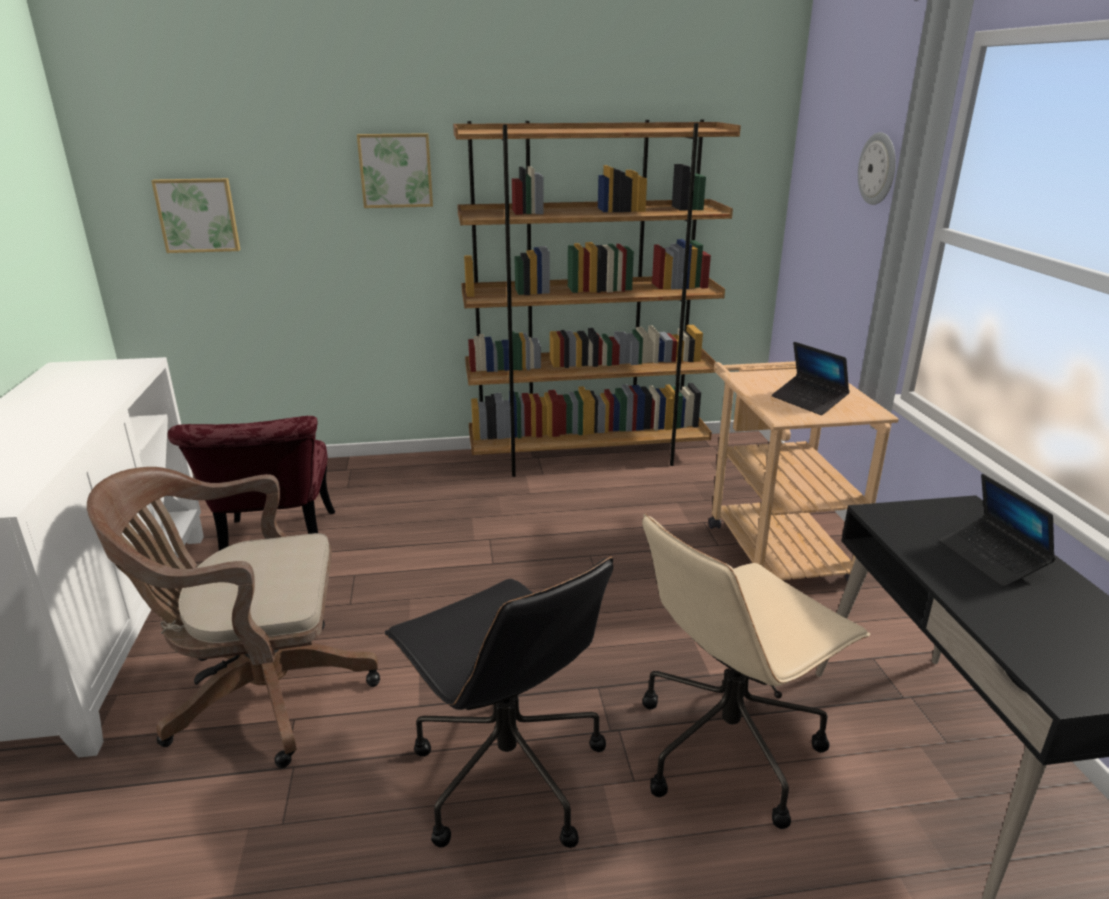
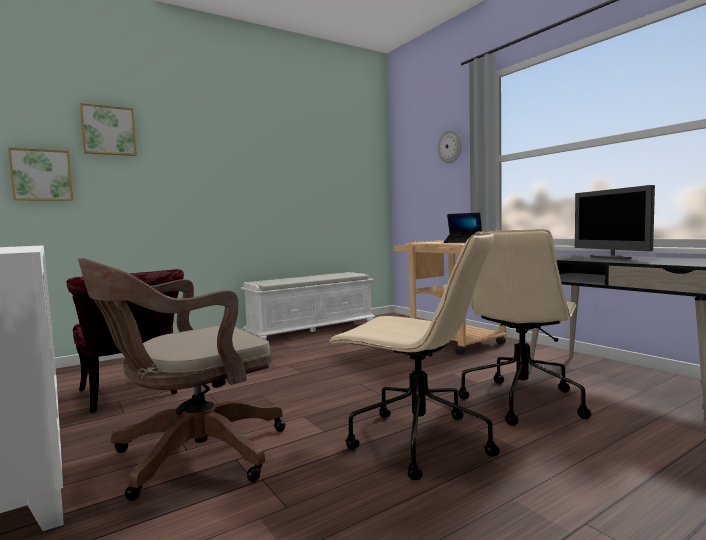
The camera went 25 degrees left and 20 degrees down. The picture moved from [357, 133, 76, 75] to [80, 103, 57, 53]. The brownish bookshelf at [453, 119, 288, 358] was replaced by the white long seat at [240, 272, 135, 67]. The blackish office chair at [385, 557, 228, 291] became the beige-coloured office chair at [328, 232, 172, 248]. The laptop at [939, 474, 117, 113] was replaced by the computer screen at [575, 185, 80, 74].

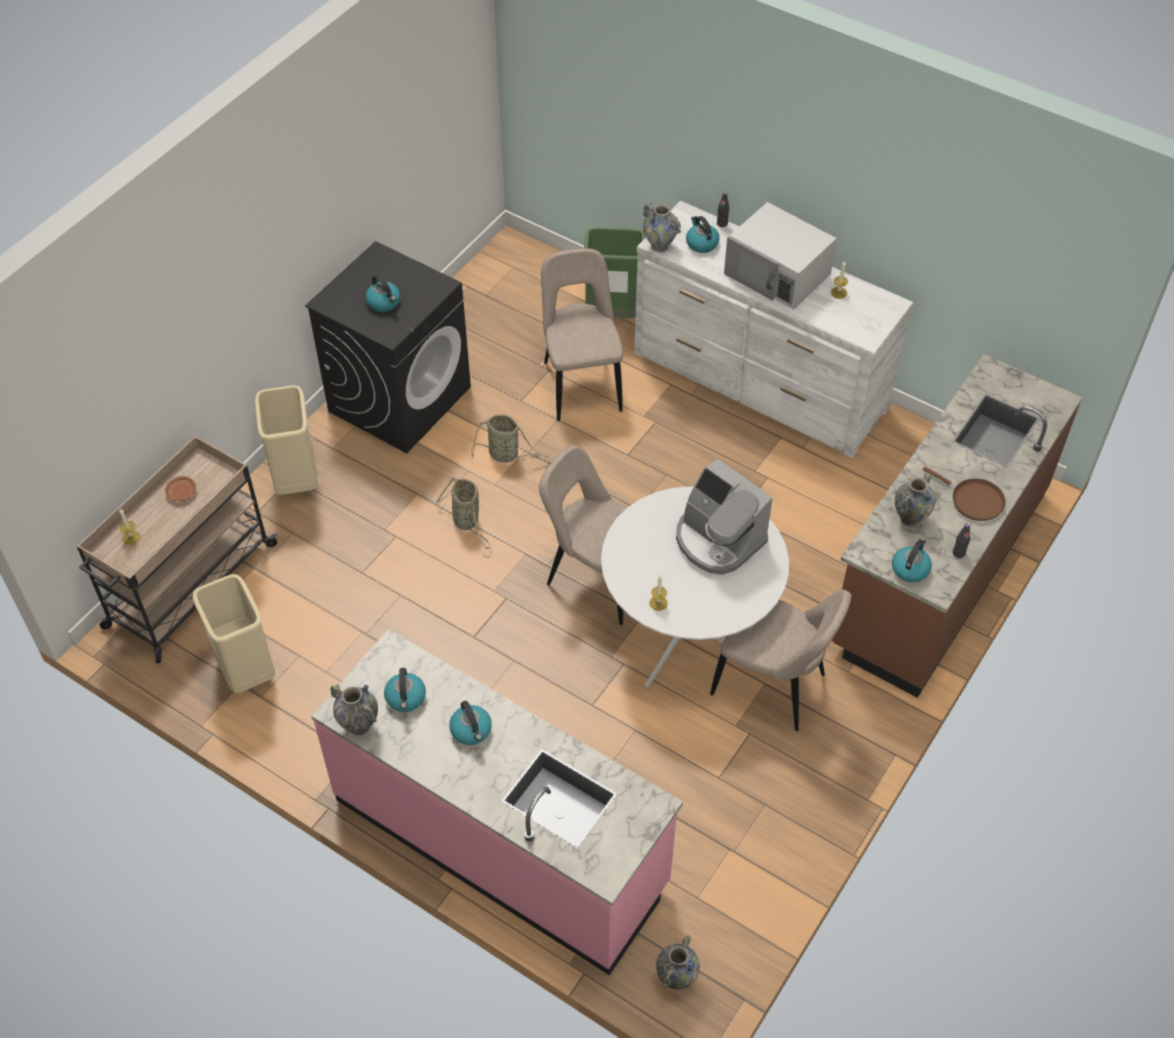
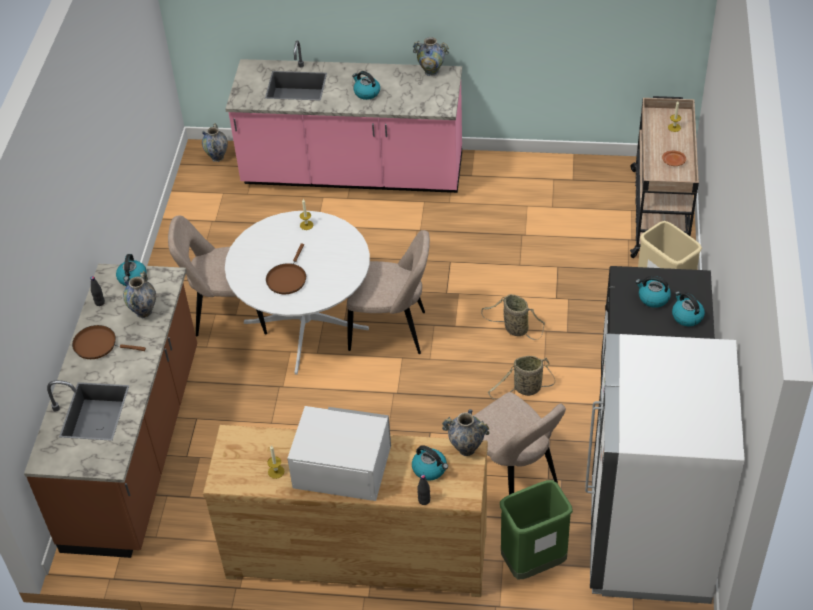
The camera went 155 degrees right and 5 degrees down. The white dresser at [634, 201, 280, 257] became the brownish dresser at [203, 425, 285, 172]. The coffee maker at [676, 459, 97, 116] was replaced by the brownish skillet at [266, 243, 40, 51]. The white kitchen fridge at [585, 333, 160, 271] appeared. The tea kettle moved from [384, 668, 42, 44] to [672, 292, 33, 34]. The beige-coloured trash can at [193, 574, 82, 119] disappeared.

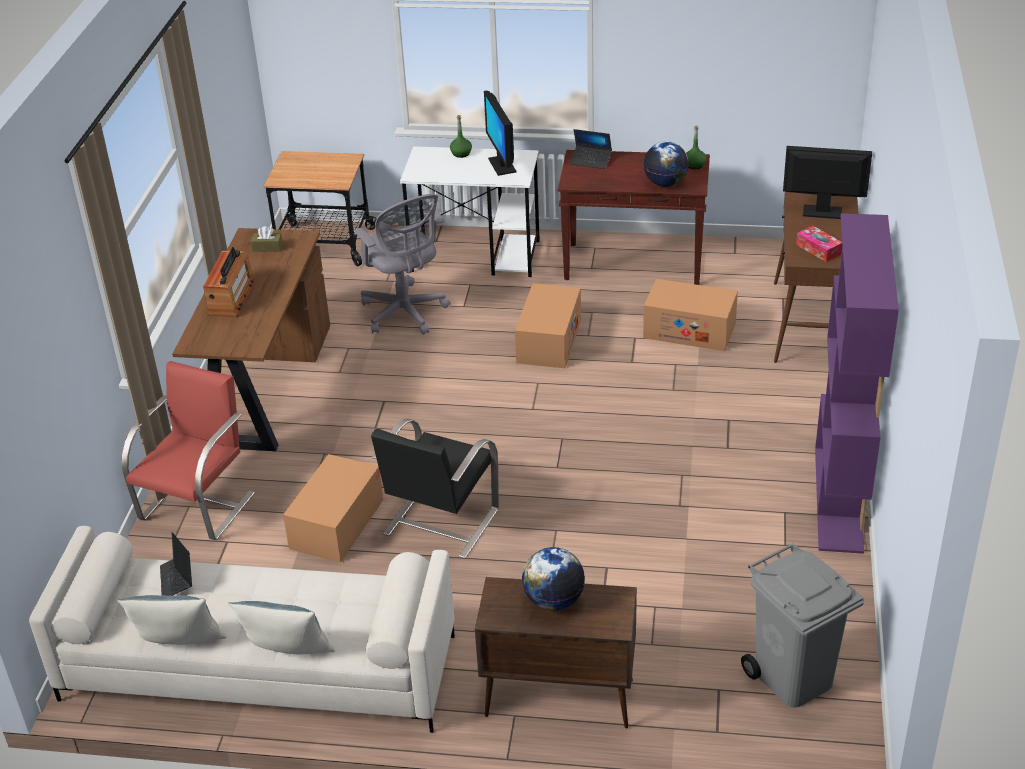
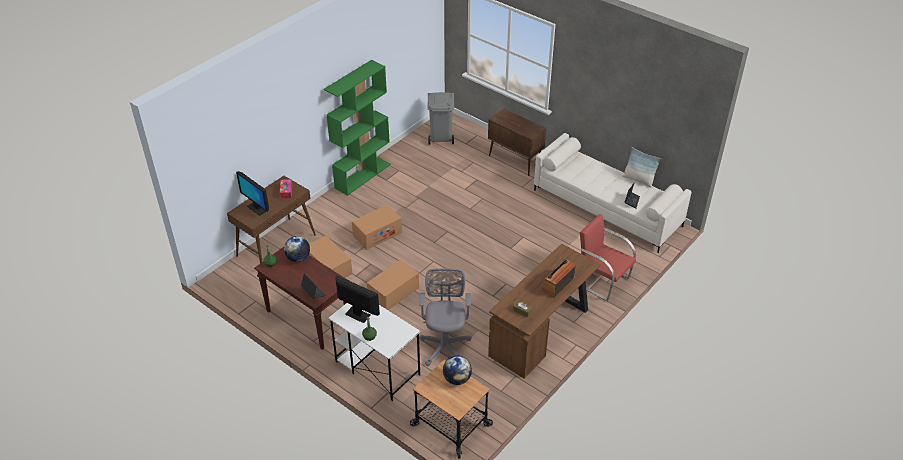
The camera went 150 degrees left and 5 degrees up. The purple-coloured bookshelf at [815, 213, 84, 341] became the green bookshelf at [324, 60, 67, 136]. The computer screen at [484, 91, 32, 85] turned 75 degrees counterclockwise. The carton moved from [283, 454, 100, 109] to [352, 205, 50, 45]. The desk globe moved from [522, 547, 63, 64] to [443, 356, 29, 29]. The red-coloured plain chair at [122, 361, 133, 179] turned 75 degrees clockwise. The throw pillow at [228, 601, 107, 53] disappeared. The blackish plain chair at [371, 418, 128, 141] disappeared.

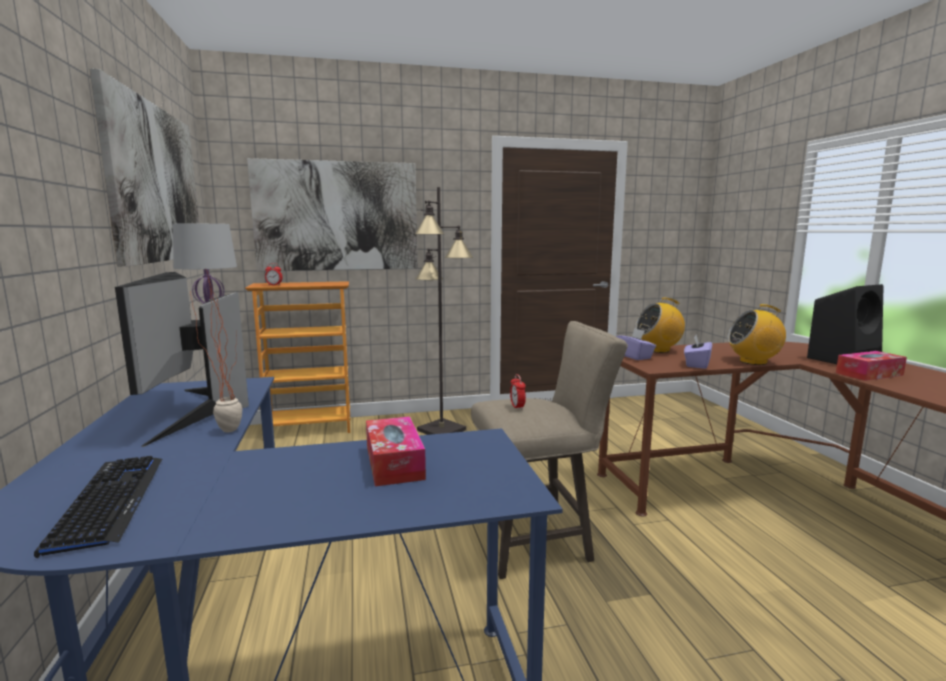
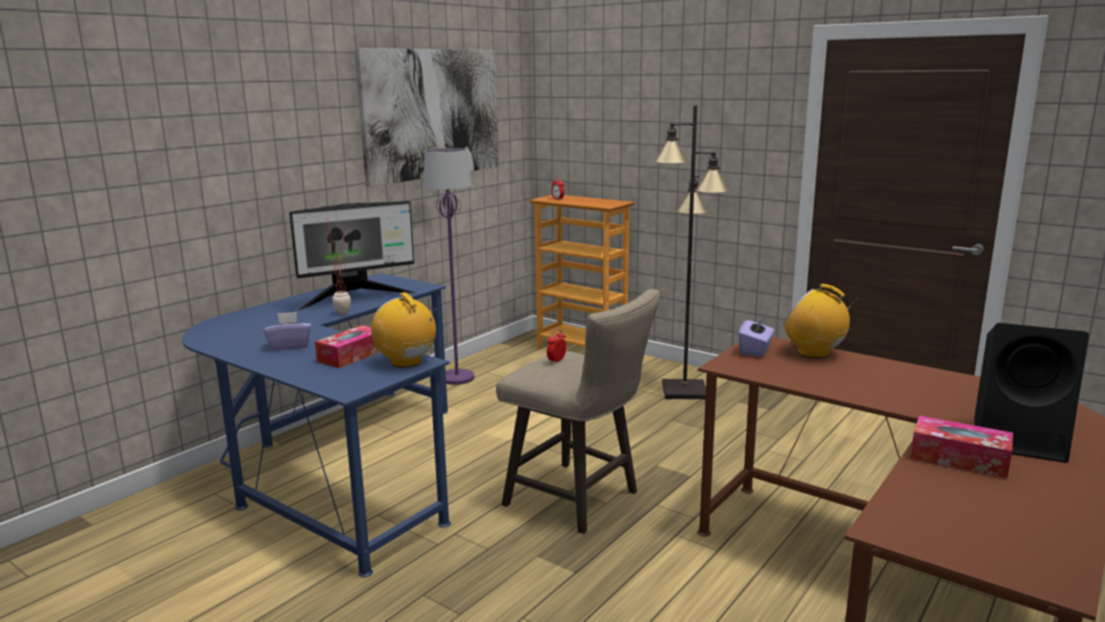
The camera went 50 degrees right and 5 degrees up. The purple-coloured tissue holder moved from [684, 335, 28, 34] to [264, 312, 47, 38]. The computer screen at [115, 272, 134, 175] turned 150 degrees counterclockwise. The radio receiver moved from [728, 304, 58, 61] to [371, 292, 65, 76]. The PC keyboard at [34, 456, 128, 103] disappeared. The picture at [247, 158, 171, 113] disappeared.

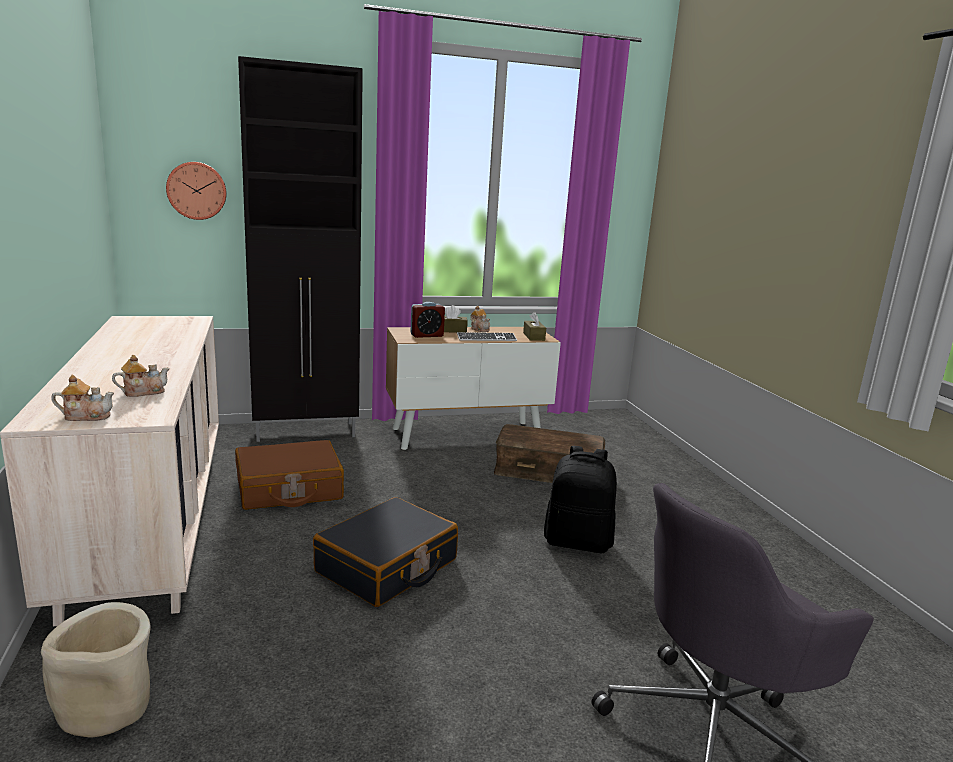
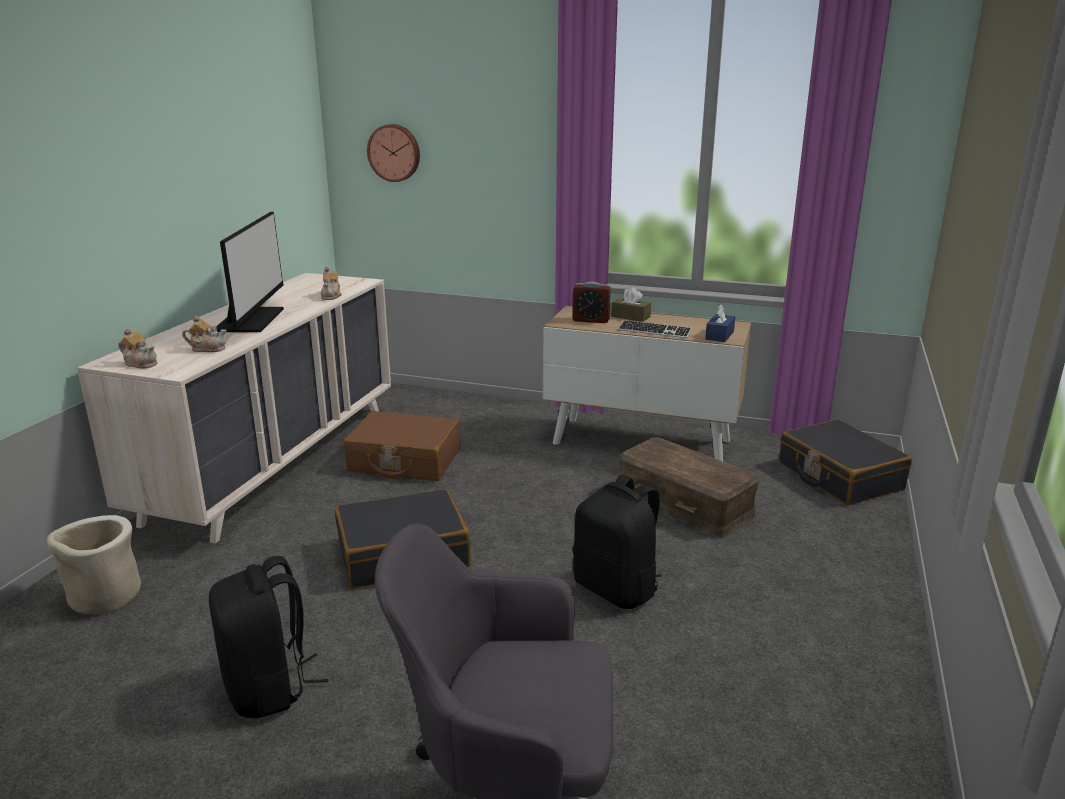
The camera went 35 degrees right and 5 degrees up. The blackish knapsack at [209, 556, 119, 162] appeared. The computer screen at [216, 212, 68, 120] appeared. The teapot moved from [470, 306, 20, 26] to [321, 267, 21, 33]. The brownish tissue holder at [523, 312, 23, 29] became the bluish tissue holder at [705, 304, 30, 38]. The blackish suitcase at [779, 419, 133, 86] appeared. The blackish cupboard at [238, 56, 125, 386] disappeared.

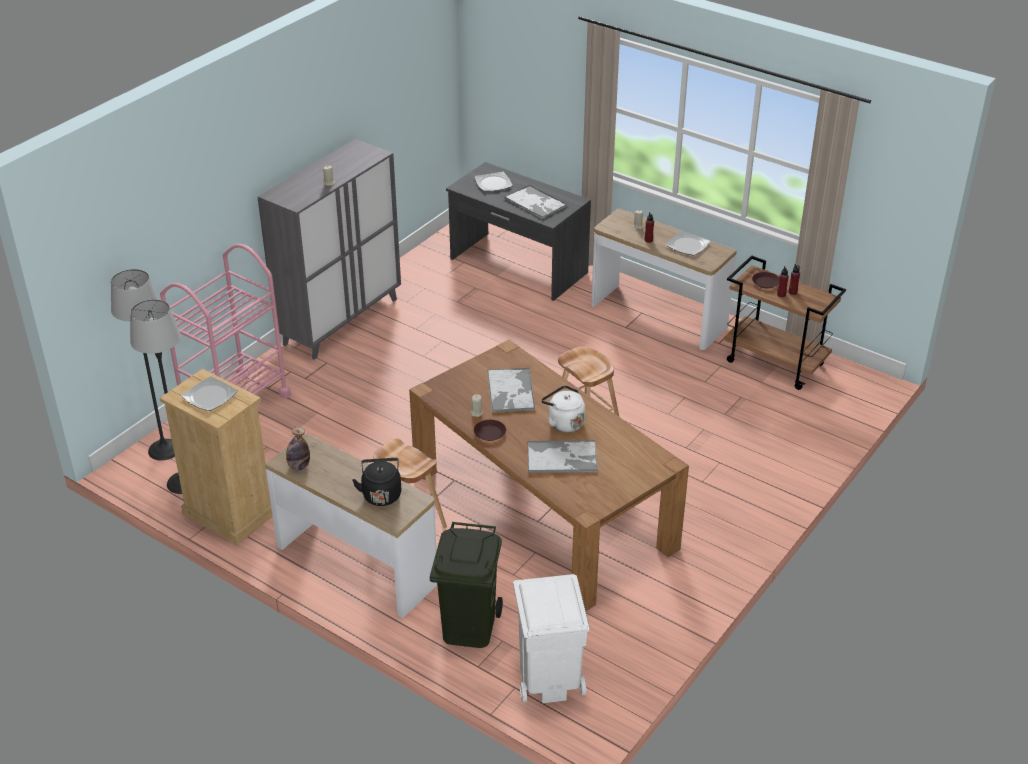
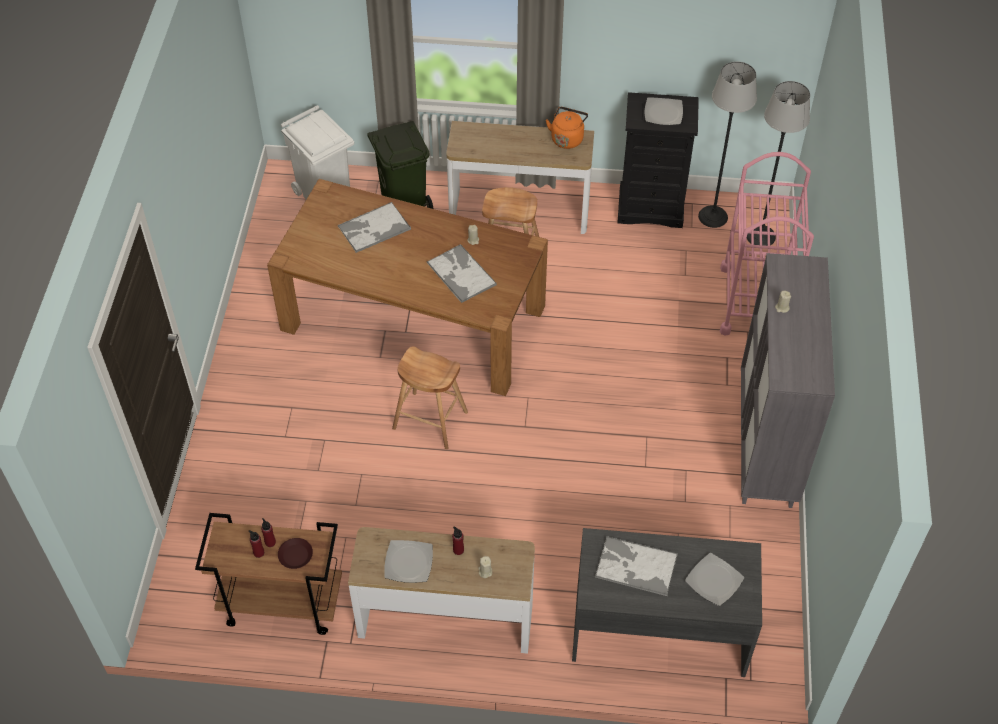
The camera went 150 degrees right and 15 degrees up. The bottle at [286, 427, 24, 43] was replaced by the orangey tea kettle at [546, 107, 42, 42]. The beige-coloured dresser at [160, 369, 113, 176] became the blackish dresser at [617, 92, 82, 136]. The blackish tea kettle at [352, 458, 49, 48] disappeared. The brownish flat dish at [474, 420, 32, 21] disappeared. The white tea kettle at [541, 385, 44, 47] disappeared.

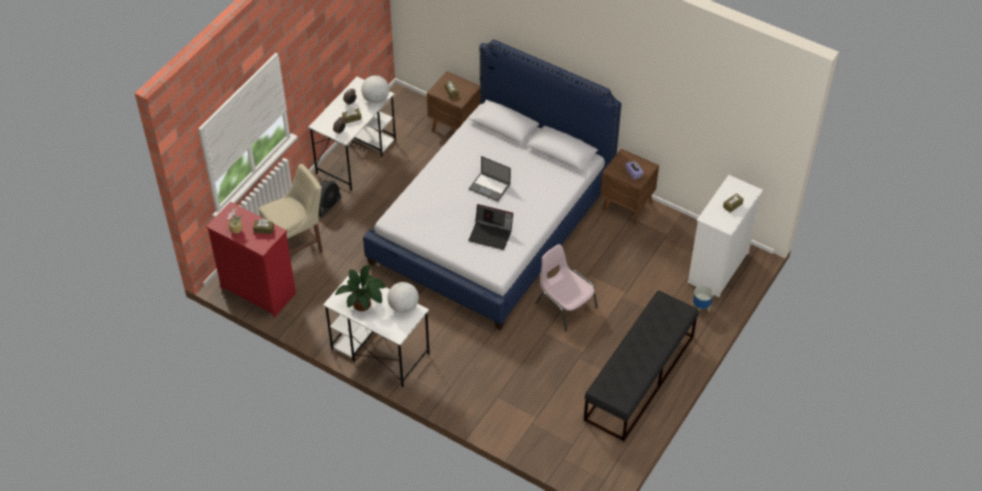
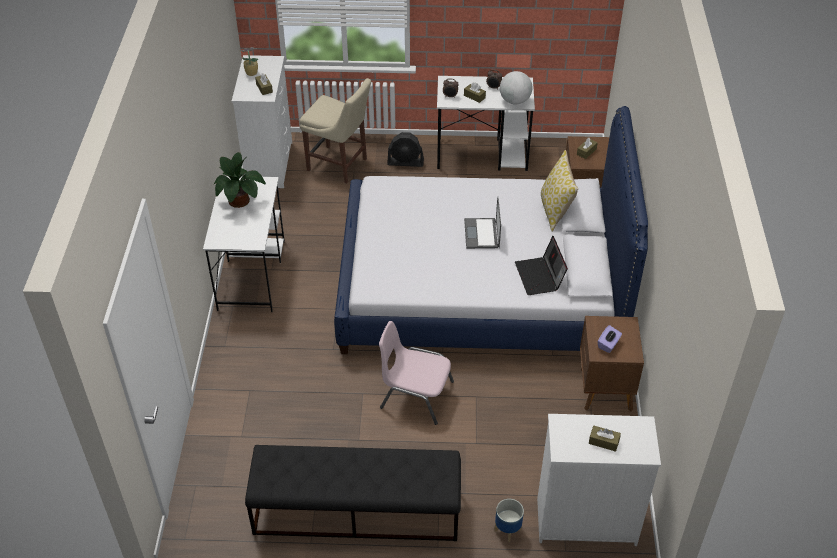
The camera went 60 degrees right and 5 degrees down. The red-coloured dresser at [206, 202, 90, 115] became the white dresser at [232, 55, 60, 133]. The pink-coloured plain chair at [536, 244, 62, 87] turned 90 degrees counterclockwise. The laptop moved from [468, 204, 45, 46] to [515, 236, 53, 59]. The throw pillow at [541, 150, 37, 82] appeared. The desk globe at [387, 282, 32, 31] disappeared.

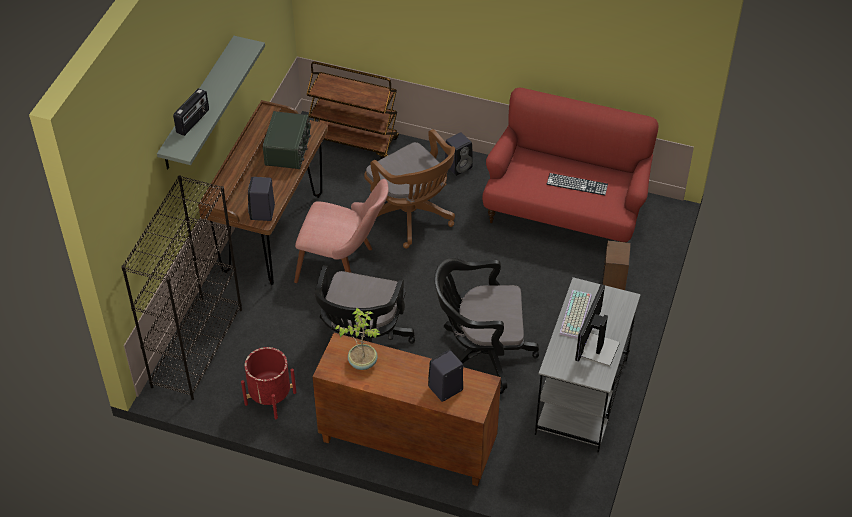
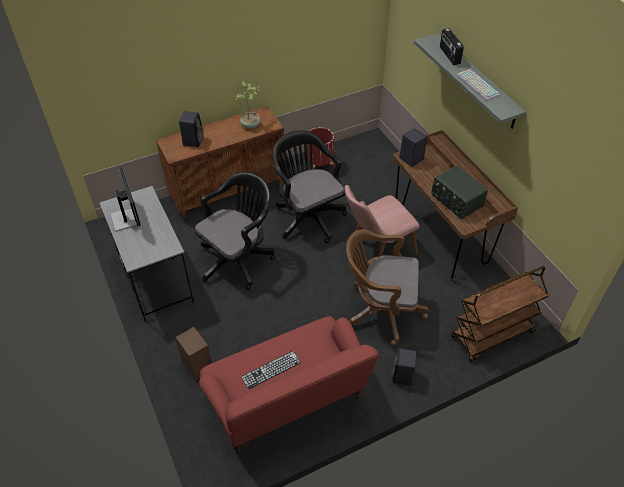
The camera went 135 degrees right and 0 degrees up. The PC keyboard moved from [559, 290, 33, 49] to [457, 69, 43, 32]. The blackish bookshelf at [121, 175, 121, 225] disappeared.

